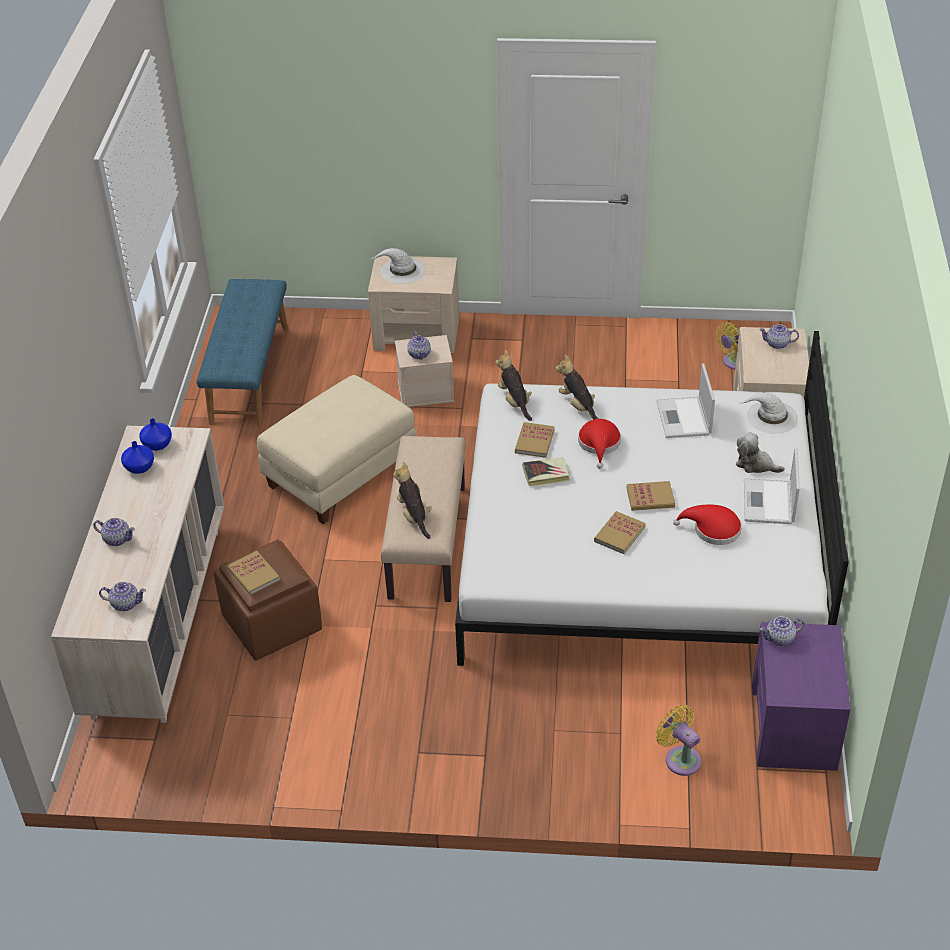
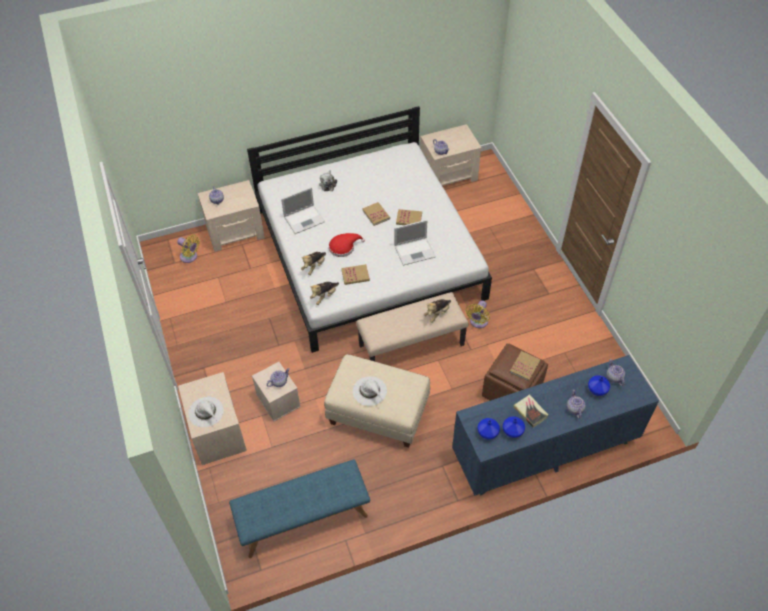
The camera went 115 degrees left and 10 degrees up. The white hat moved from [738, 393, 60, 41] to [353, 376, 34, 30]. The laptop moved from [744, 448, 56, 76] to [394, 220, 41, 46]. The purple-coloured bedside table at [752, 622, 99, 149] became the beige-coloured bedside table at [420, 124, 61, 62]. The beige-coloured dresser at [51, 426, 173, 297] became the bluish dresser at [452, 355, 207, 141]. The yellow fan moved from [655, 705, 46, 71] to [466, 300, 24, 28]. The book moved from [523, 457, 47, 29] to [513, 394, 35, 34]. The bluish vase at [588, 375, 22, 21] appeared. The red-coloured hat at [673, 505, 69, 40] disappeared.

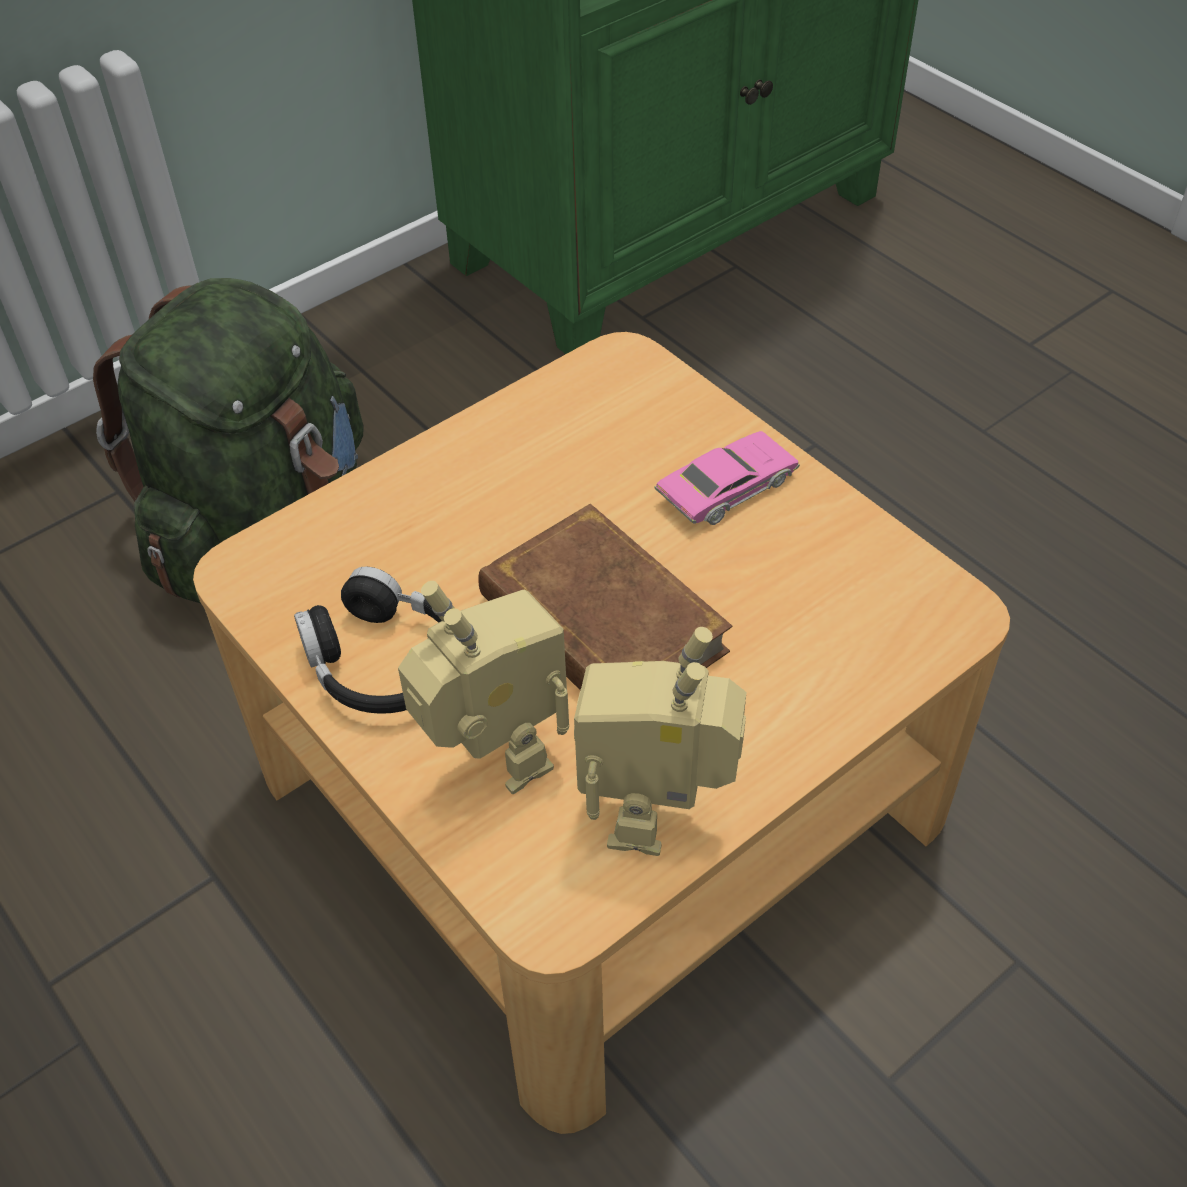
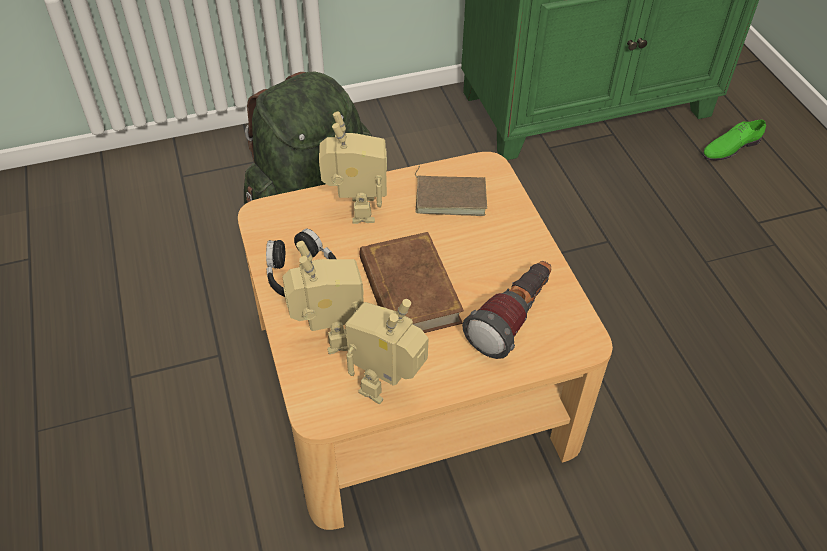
The camera went 20 degrees right and 0 degrees up. The toy robot at [319, 112, 68, 112] appeared. The brownish book at [415, 166, 72, 50] appeared. The flashlight at [462, 261, 89, 98] appeared. The green shoe at [702, 120, 64, 41] appeared. The pink-coloured toy car at [655, 431, 145, 94] disappeared.

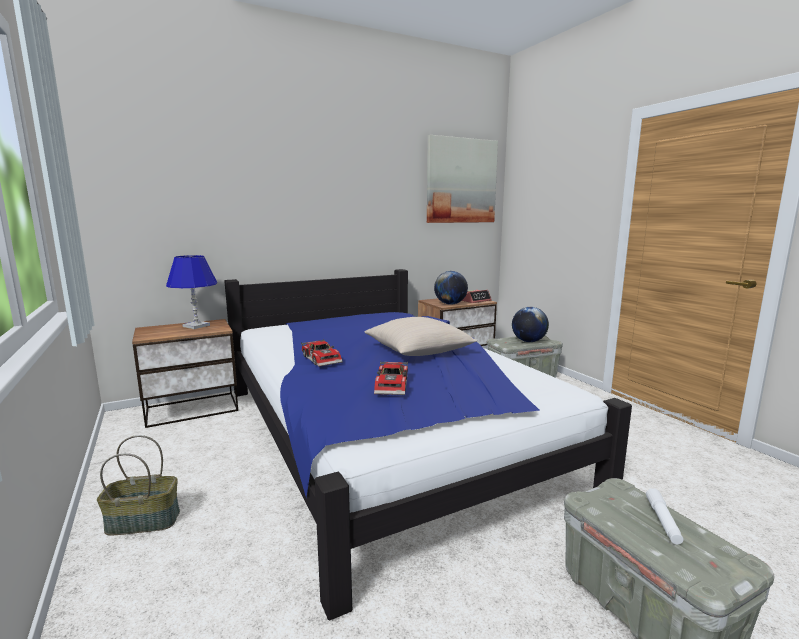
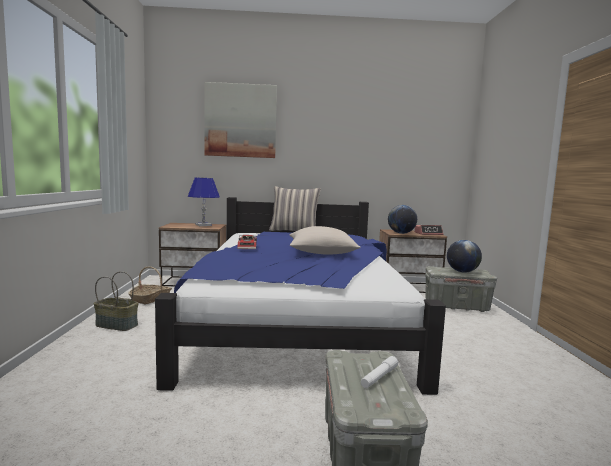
The camera went 25 degrees right and 5 degrees down. The storage basket at [128, 266, 44, 38] appeared. The picture moved from [427, 135, 71, 88] to [205, 82, 72, 76]. The throw pillow at [269, 186, 52, 45] appeared. The toy car at [374, 361, 34, 34] disappeared.

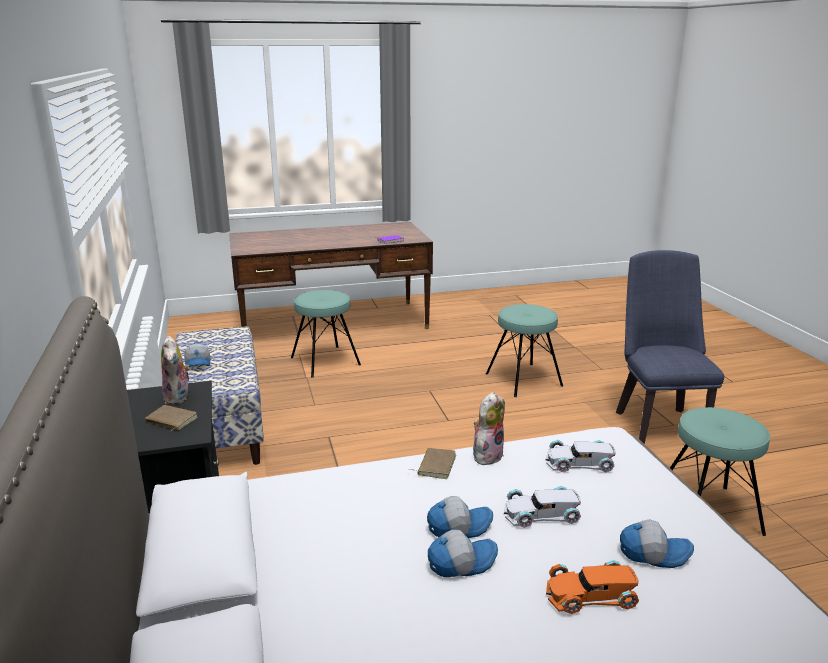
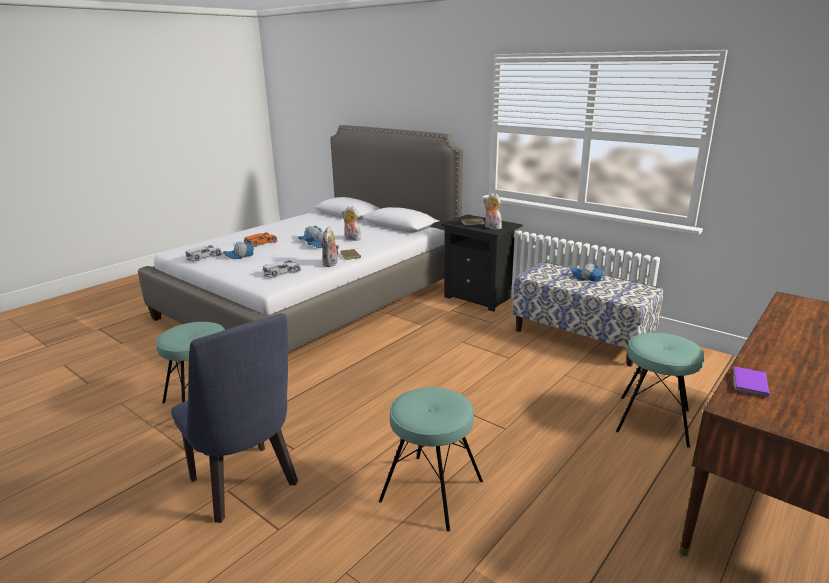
The camera went 145 degrees right and 0 degrees up. The white toy car moved from [504, 486, 77, 42] to [185, 245, 37, 16]. The plush toy at [342, 206, 19, 35] appeared.

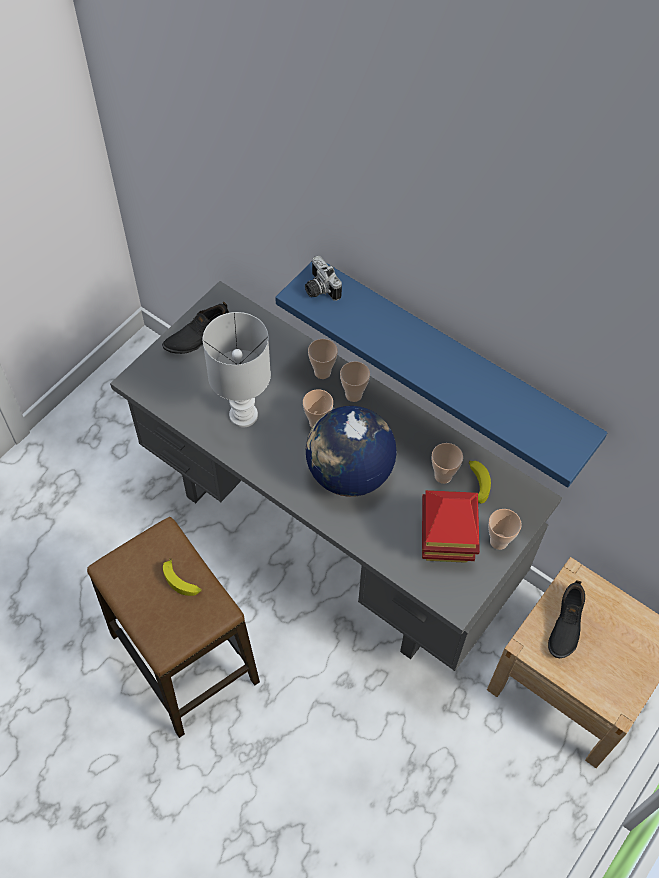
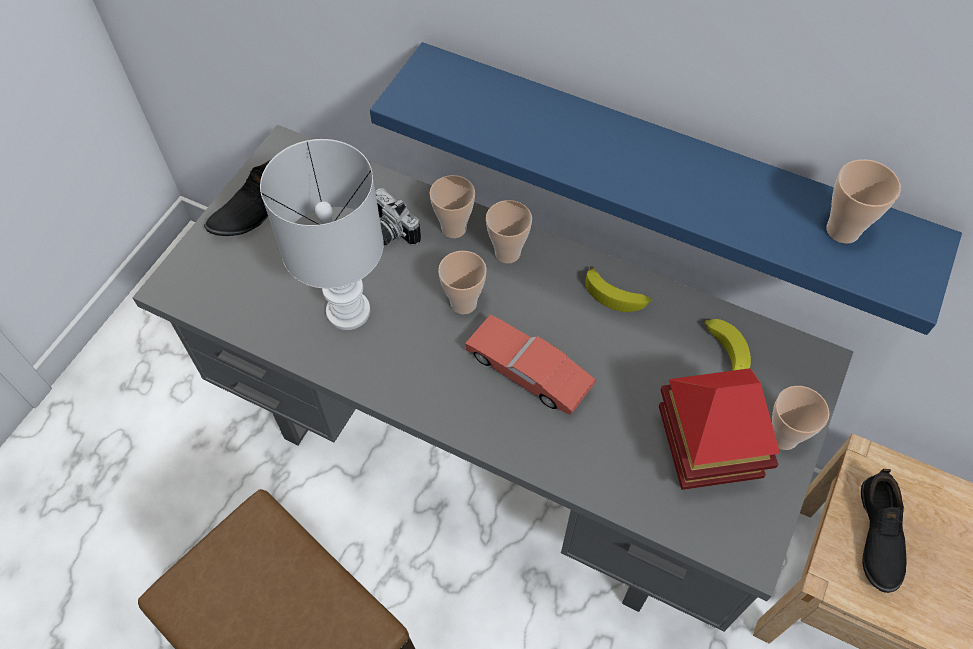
The camera went 10 degrees left and 0 degrees up. The still camera moved from [305, 256, 37, 45] to [375, 188, 46, 57]. The desk globe at [306, 406, 91, 91] was replaced by the red-coloured toy car at [465, 314, 131, 100]. The banana moved from [163, 558, 39, 38] to [585, 266, 67, 46]. The drinking cup moved from [432, 443, 31, 41] to [826, 159, 75, 85].

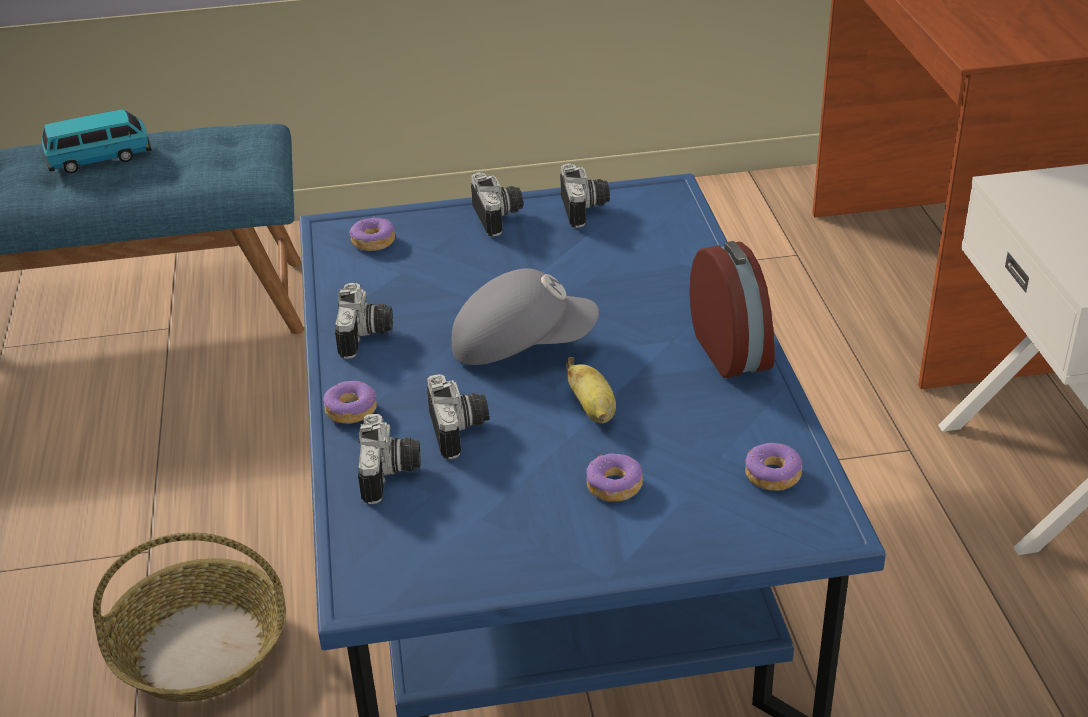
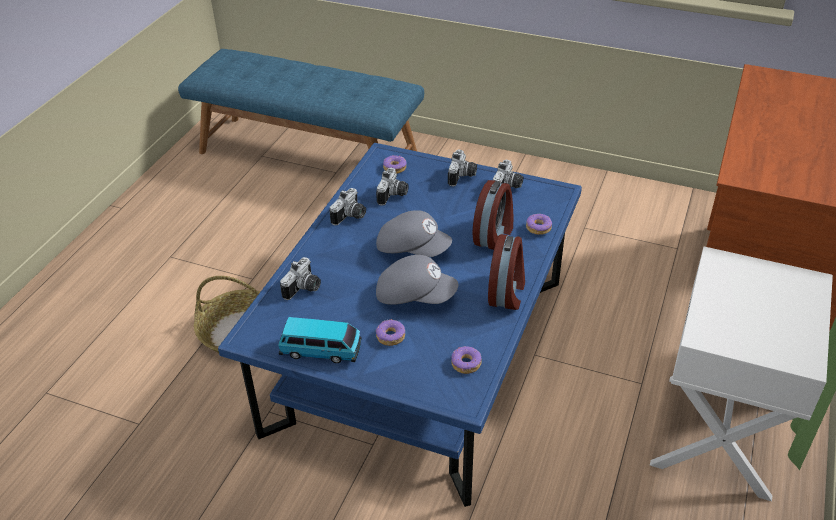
The camera went 30 degrees right and 5 degrees up. The toy car moved from [42, 109, 110, 65] to [278, 317, 84, 46]. The still camera moved from [427, 374, 62, 85] to [376, 168, 32, 38]. The banana at [566, 357, 50, 66] was replaced by the gray peaked cap at [376, 255, 82, 50]. The bedside clock at [472, 180, 41, 70] appeared. The donut moved from [323, 381, 54, 43] to [526, 214, 26, 21].

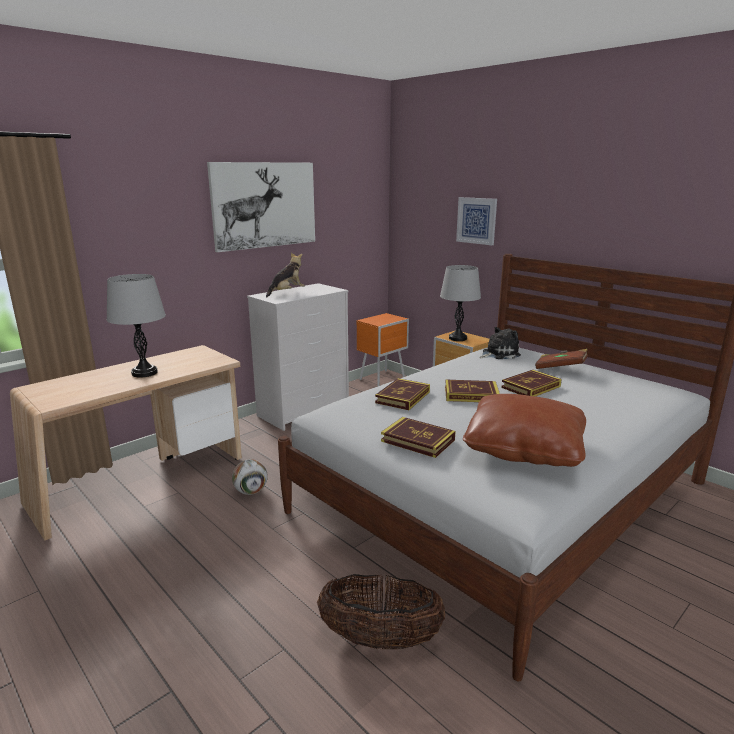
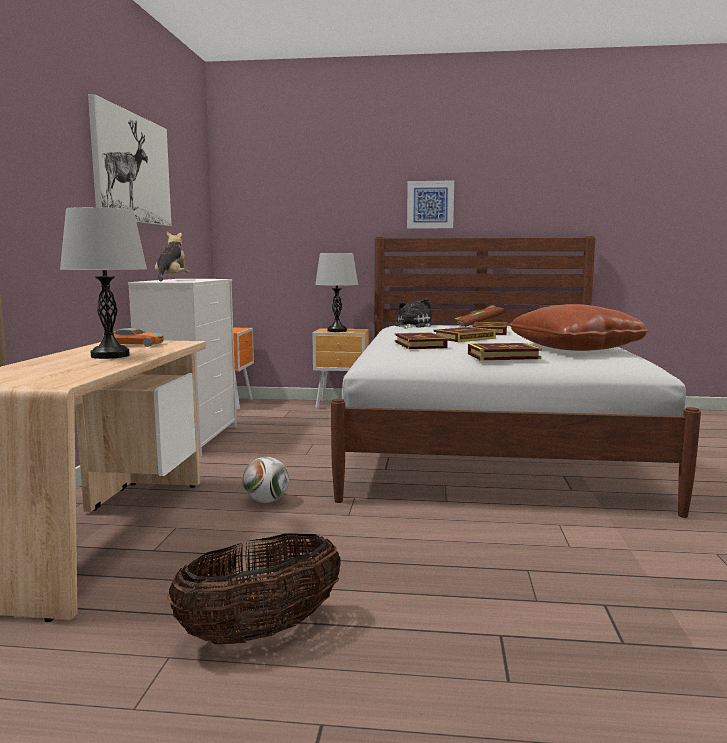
The camera went 40 degrees left and 10 degrees down. The toy car at [103, 328, 61, 19] appeared. The storage basket moved from [317, 574, 128, 76] to [167, 534, 174, 110]. The picture moved from [456, 197, 41, 48] to [407, 181, 47, 48].

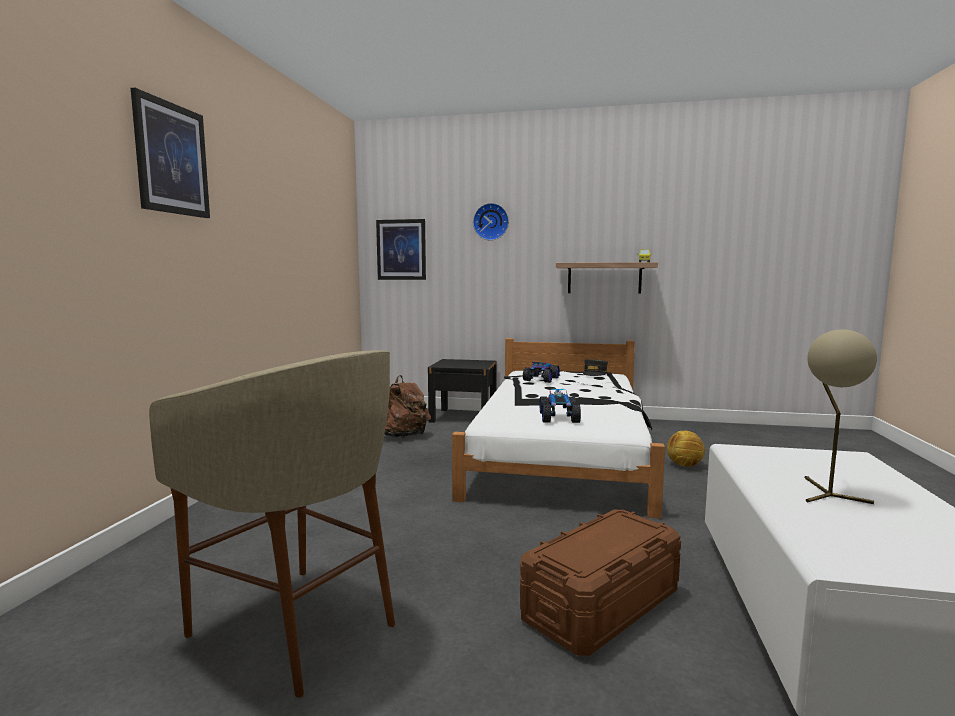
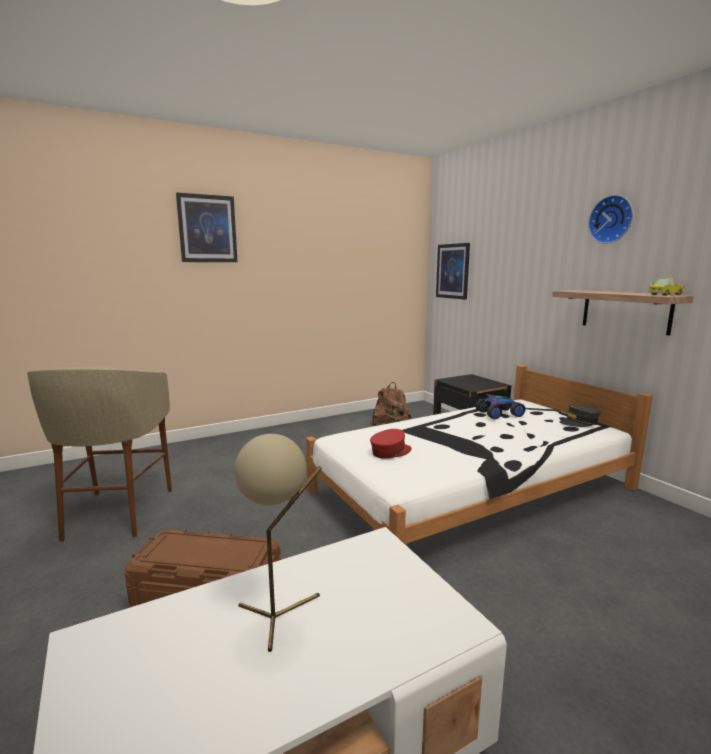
The camera went 50 degrees right and 5 degrees up. The toy car at [540, 389, 41, 34] was replaced by the red-coloured peaked cap at [370, 429, 42, 30]. The hanging clock moved from [473, 203, 36, 37] to [588, 195, 45, 49]. The football at [667, 431, 38, 36] disappeared.

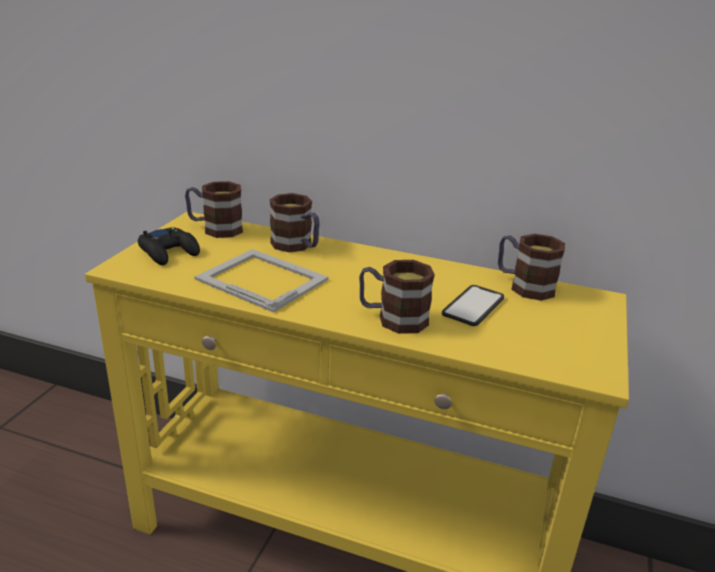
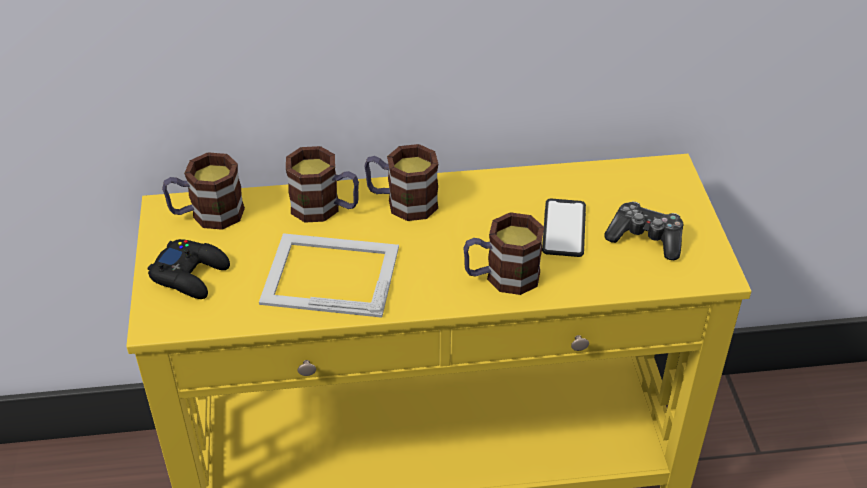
The camera went 25 degrees left and 15 degrees up. The tea mug moved from [498, 234, 67, 67] to [364, 144, 74, 77]. The game controller at [604, 201, 80, 59] appeared.

